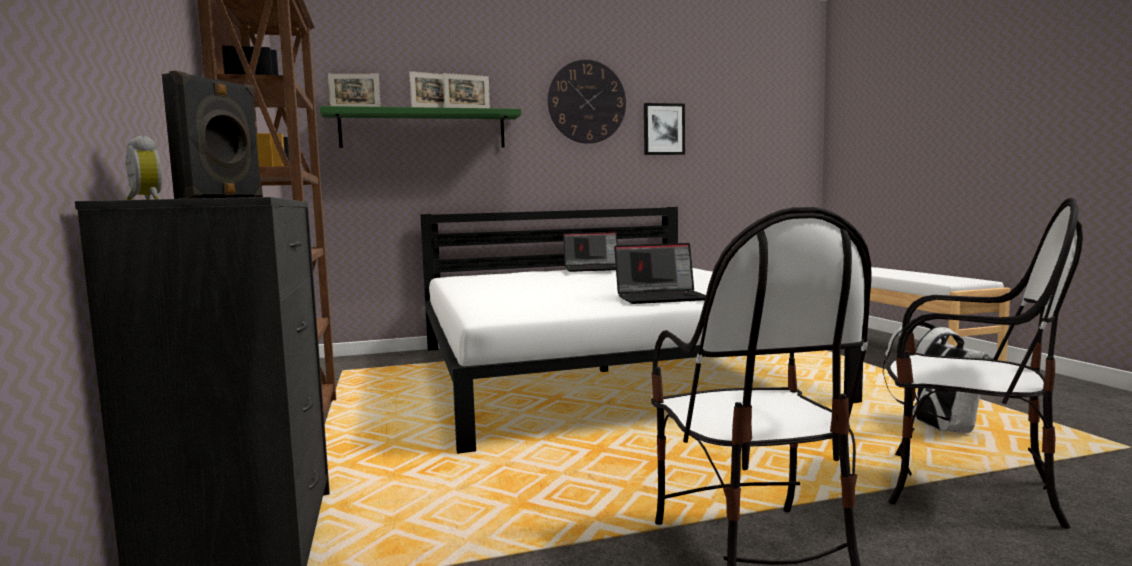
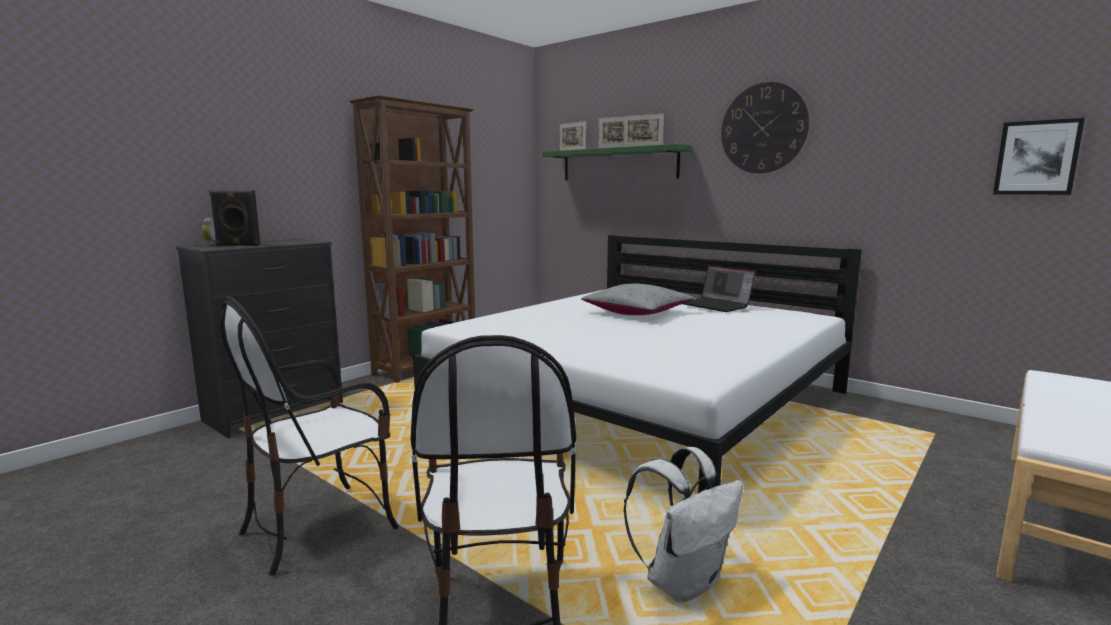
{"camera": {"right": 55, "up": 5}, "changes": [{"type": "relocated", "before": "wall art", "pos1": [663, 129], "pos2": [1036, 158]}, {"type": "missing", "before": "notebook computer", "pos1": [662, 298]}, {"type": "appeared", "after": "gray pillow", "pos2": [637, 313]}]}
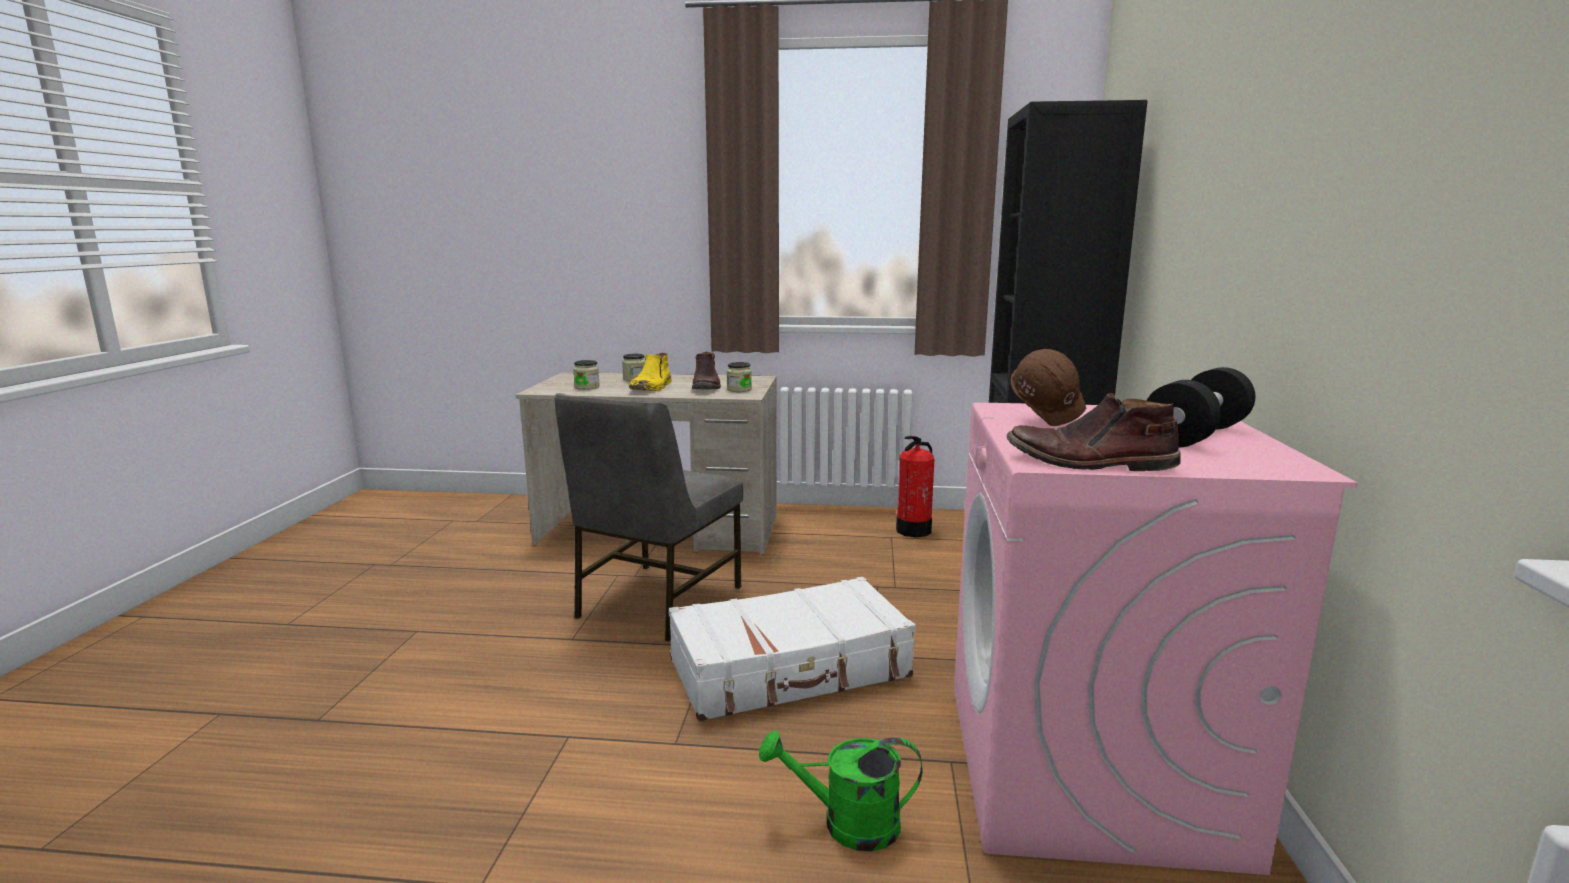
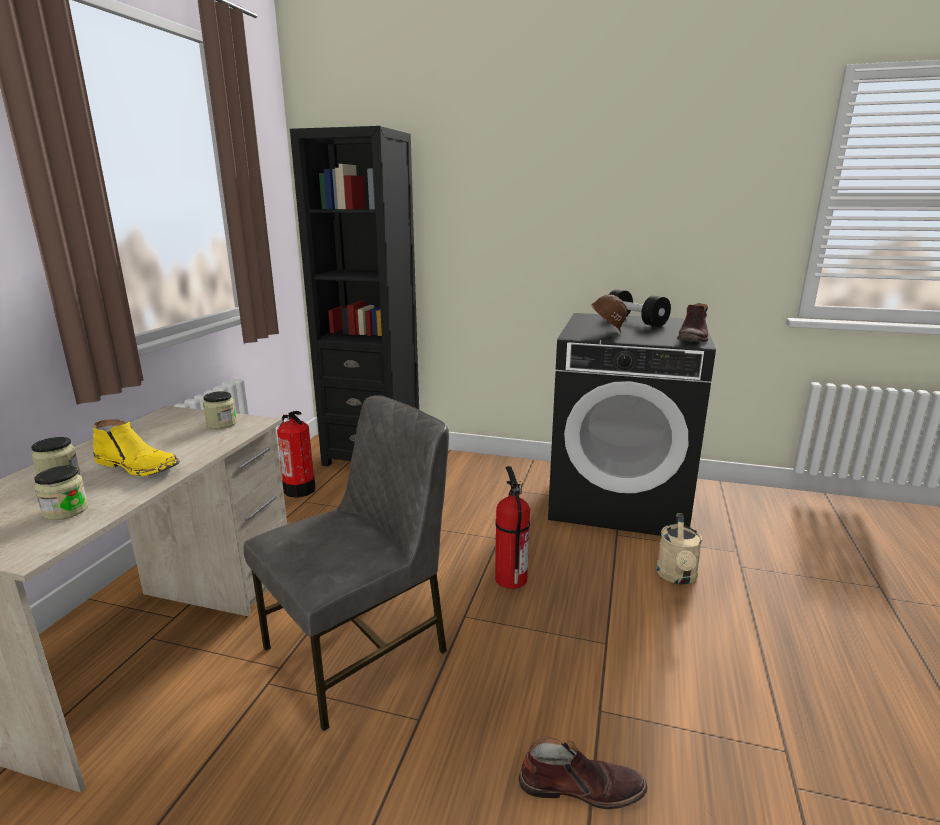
{"camera": {"right": -80, "up": 5}, "changes": [{"type": "relocated", "before": "brownish high-top boot", "pos1": [706, 386], "pos2": [581, 786]}, {"type": "spun", "before": "gray chair", "pos1": [656, 602], "pos2": [360, 650], "turn": -75}, {"type": "colour", "before": "pinkish laundry appliance", "after": "black-coloured laundry appliance", "pos1": [1088, 770], "pos2": [620, 499]}, {"type": "exchanged", "before": "whitish suitcase", "after": "extinguisher", "pos1": [790, 669], "pos2": [510, 578]}, {"type": "colour", "before": "green sprinkling can", "after": "beige sprinkling can", "pos1": [847, 824], "pos2": [677, 577]}]}
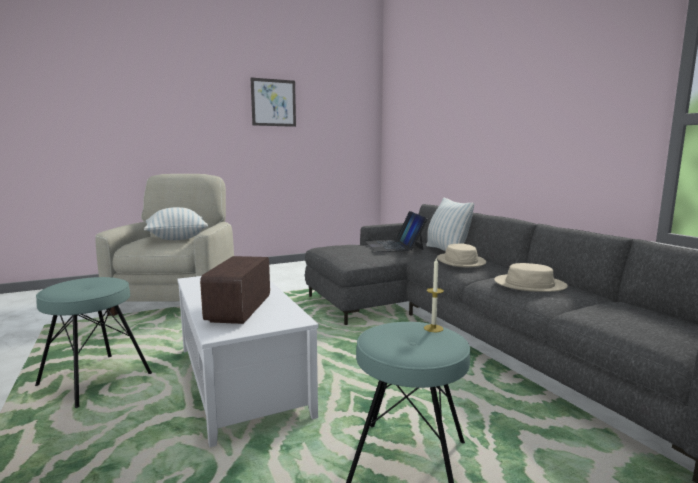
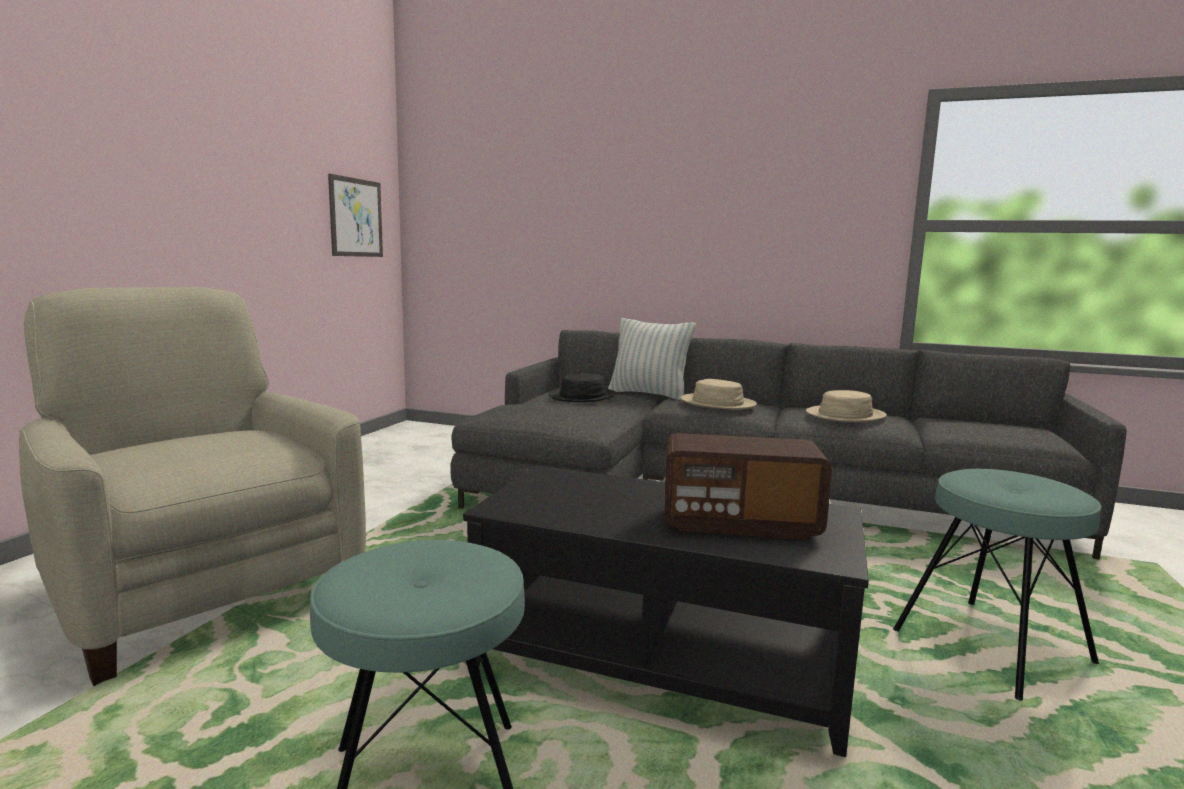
{"camera": {"right": -45, "up": 0}, "changes": [{"type": "relocated", "before": "wall art", "pos1": [273, 102], "pos2": [356, 217]}, {"type": "missing", "before": "pillow", "pos1": [177, 238]}, {"type": "exchanged", "before": "notebook computer", "after": "black-coloured hat", "pos1": [393, 245], "pos2": [582, 396]}, {"type": "spun", "before": "radio", "pos1": [240, 310], "pos2": [739, 524], "turn": -45}, {"type": "missing", "before": "wax light", "pos1": [433, 328]}, {"type": "colour", "before": "whitish low table", "after": "black-coloured low table", "pos1": [243, 380], "pos2": [662, 658]}]}
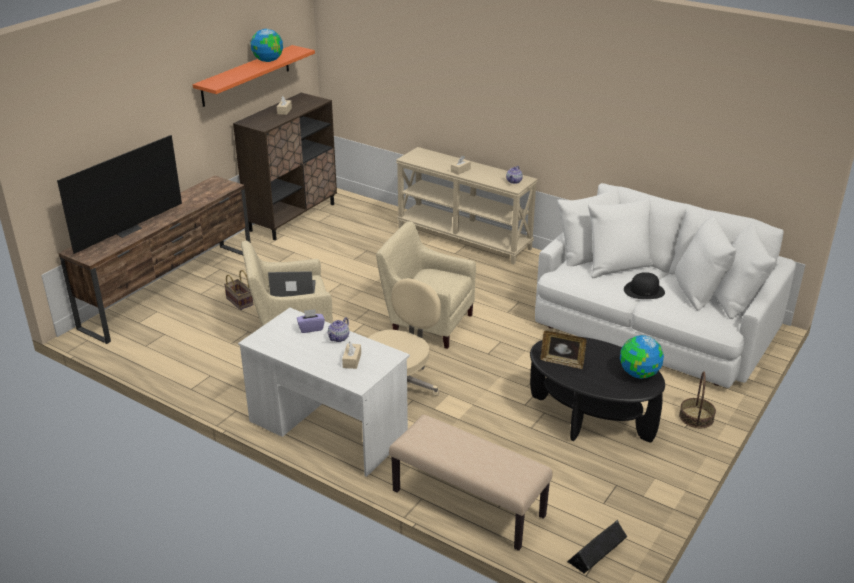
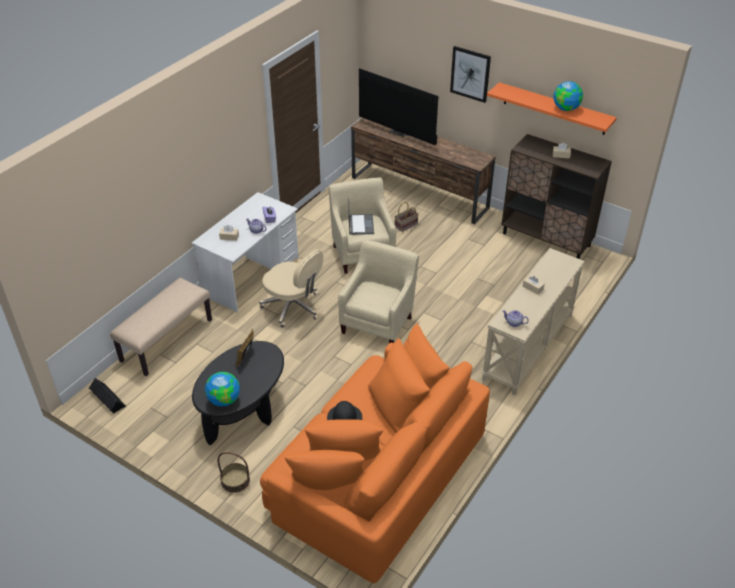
{"camera": {"right": 90, "up": 10}, "changes": [{"type": "colour", "before": "whitish couch", "after": "orangey couch", "pos1": [654, 325], "pos2": [376, 475]}, {"type": "appeared", "after": "wall art", "pos2": [470, 74]}]}
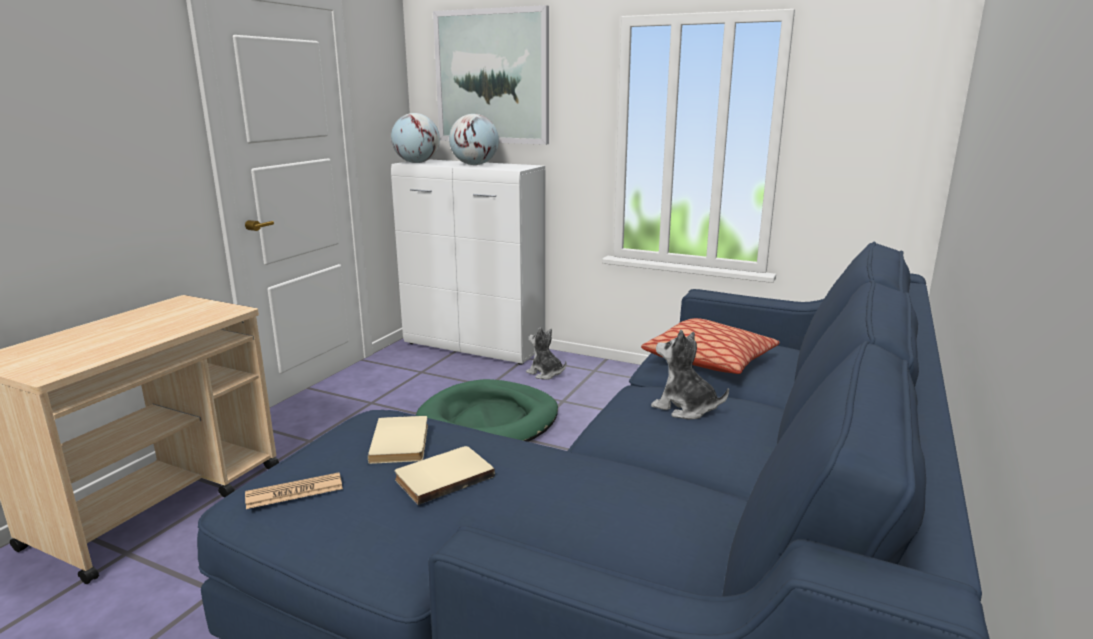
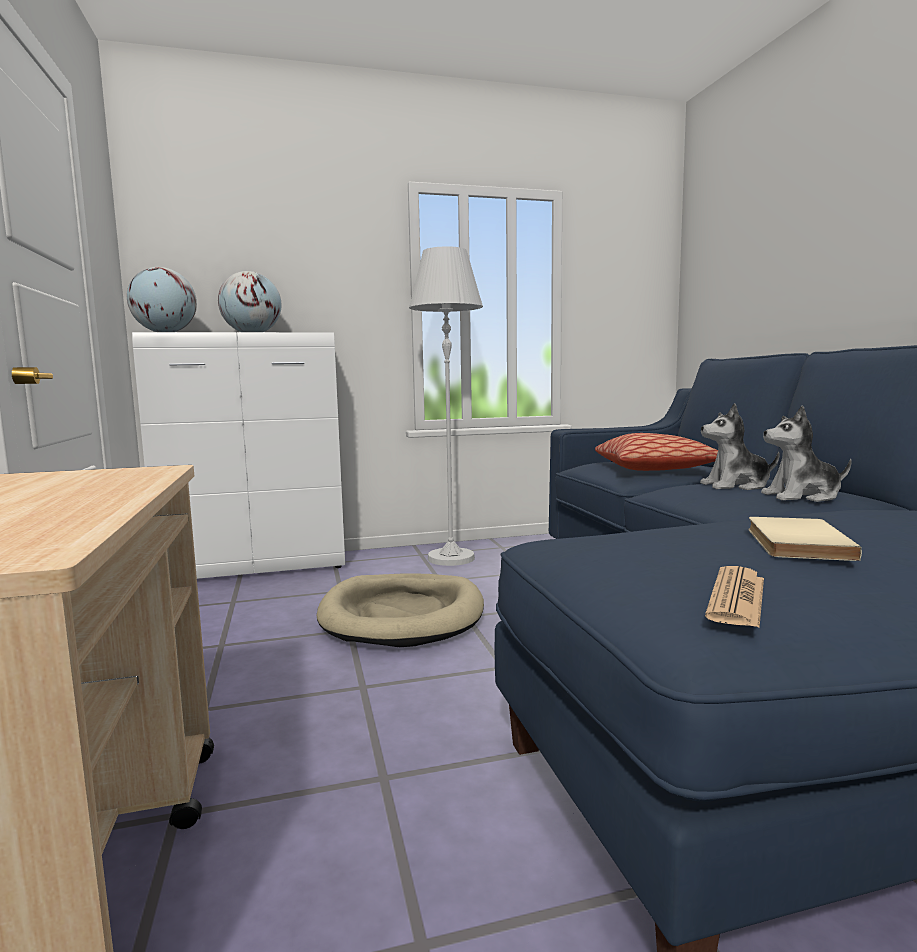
{"camera": {"right": -40, "up": -10}, "changes": [{"type": "missing", "before": "wall art", "pos1": [492, 77]}, {"type": "relocated", "before": "plush toy", "pos1": [545, 373], "pos2": [802, 496]}, {"type": "colour", "before": "green pet bed", "after": "beige pet bed", "pos1": [489, 421], "pos2": [402, 615]}, {"type": "missing", "before": "beige volume", "pos1": [402, 442]}, {"type": "appeared", "after": "whitish standing lamp", "pos2": [451, 558]}]}
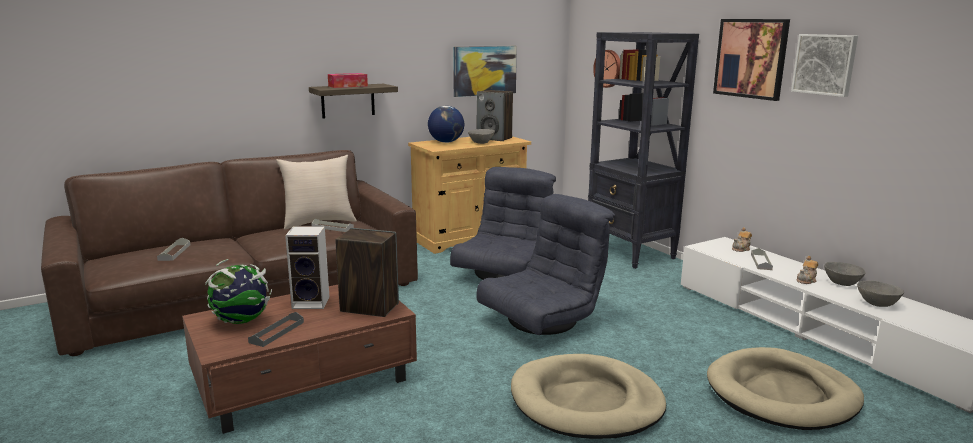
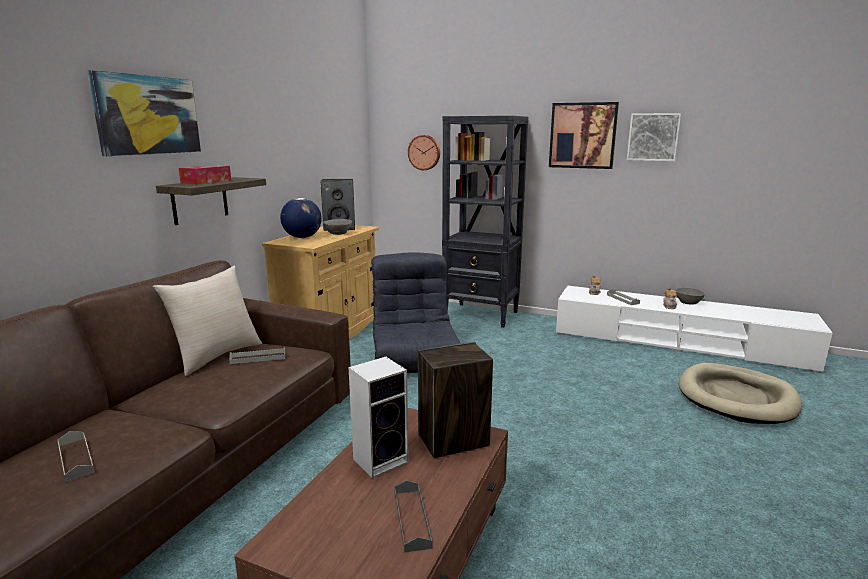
{"camera": {"right": -35, "up": 0}, "changes": [{"type": "relocated", "before": "wall art", "pos1": [484, 70], "pos2": [148, 115]}, {"type": "missing", "before": "gray lounge chair", "pos1": [543, 321]}, {"type": "missing", "before": "desk globe", "pos1": [242, 321]}, {"type": "missing", "before": "gray bowl", "pos1": [877, 303]}, {"type": "missing", "before": "beige pet bed", "pos1": [586, 402]}]}
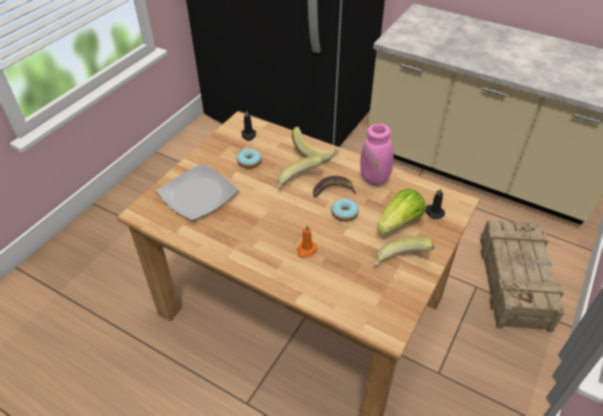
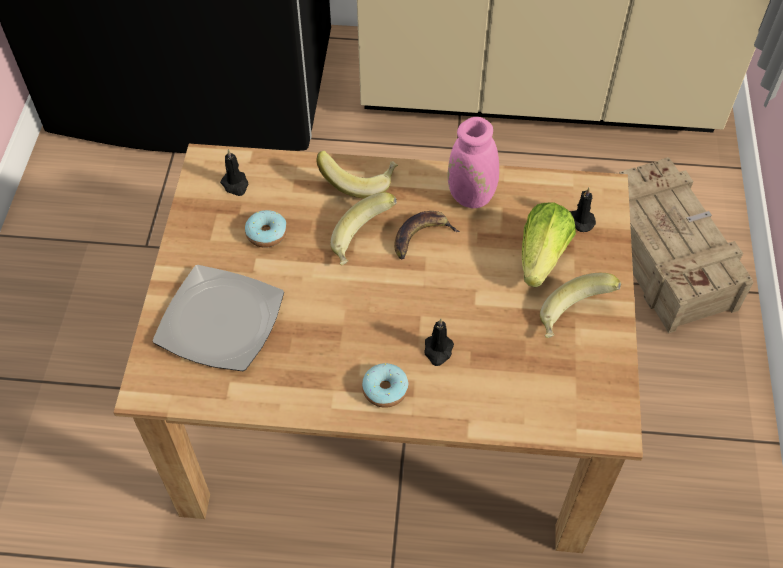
{"camera": {"right": -25, "up": 10}, "changes": [{"type": "relocated", "before": "doughnut", "pos1": [344, 213], "pos2": [385, 389]}, {"type": "colour", "before": "orangey wax light", "after": "black-coloured wax light", "pos1": [306, 250], "pos2": [438, 351]}]}
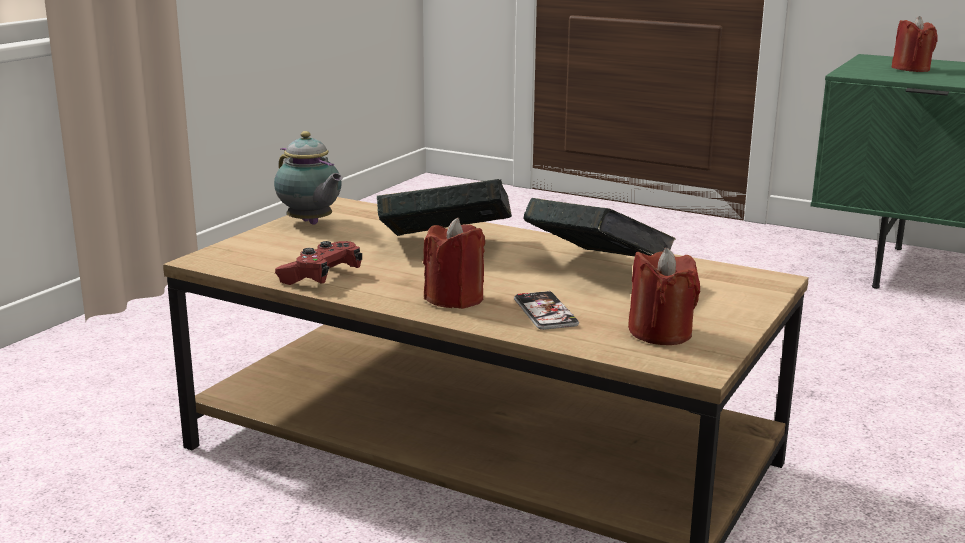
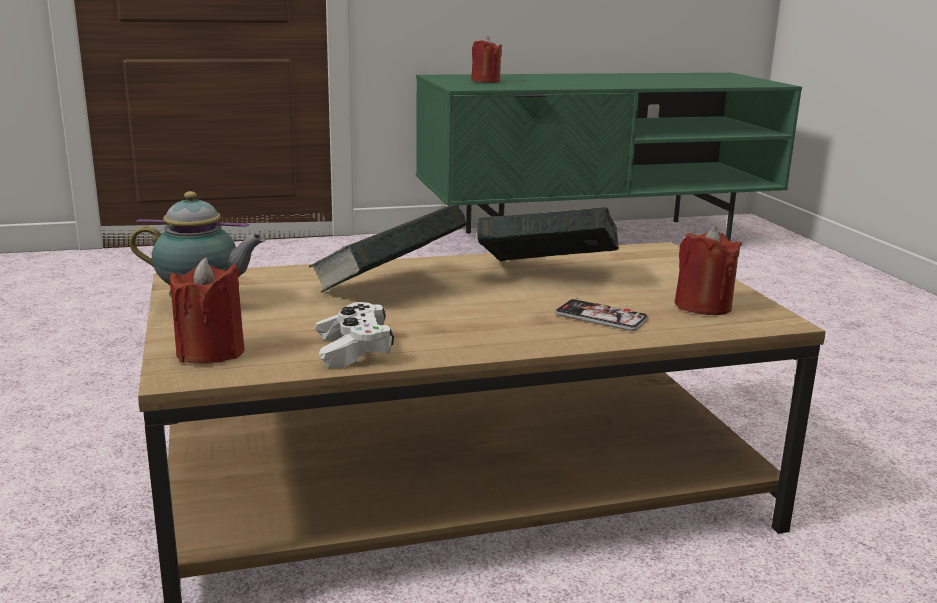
{"camera": {"right": -45, "up": 0}, "changes": [{"type": "relocated", "before": "red wax light", "pos1": [455, 299], "pos2": [210, 352]}, {"type": "colour", "before": "red game controller", "after": "whitish game controller", "pos1": [321, 277], "pos2": [354, 350]}]}
